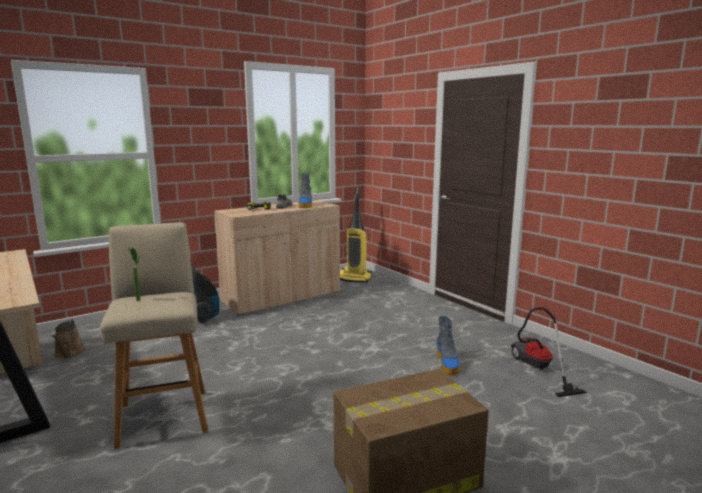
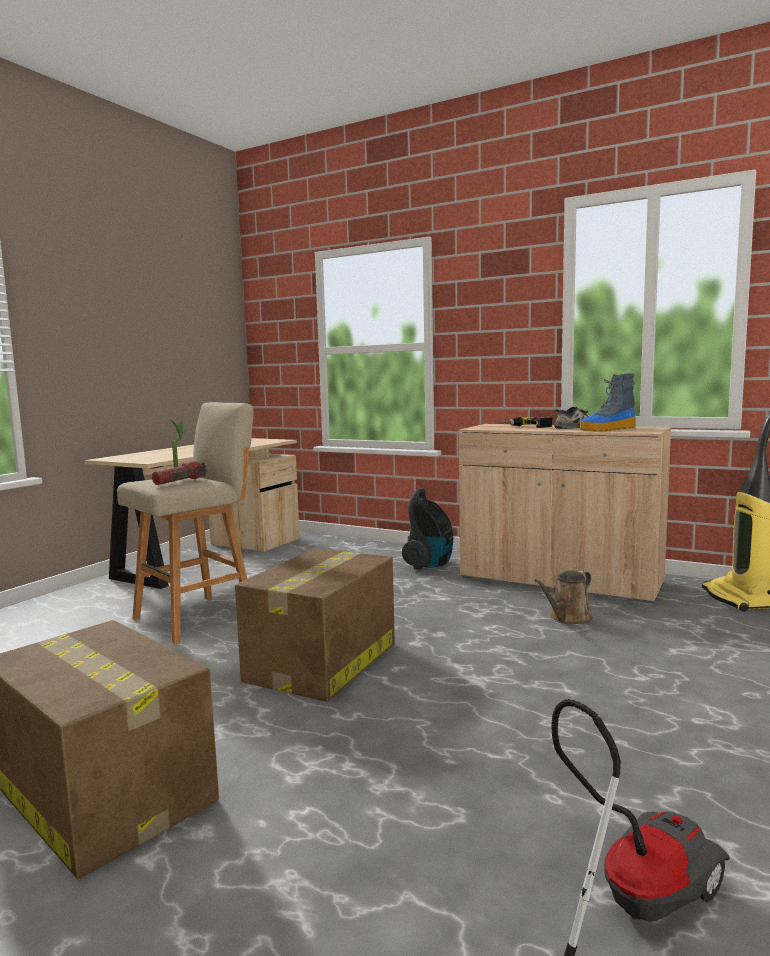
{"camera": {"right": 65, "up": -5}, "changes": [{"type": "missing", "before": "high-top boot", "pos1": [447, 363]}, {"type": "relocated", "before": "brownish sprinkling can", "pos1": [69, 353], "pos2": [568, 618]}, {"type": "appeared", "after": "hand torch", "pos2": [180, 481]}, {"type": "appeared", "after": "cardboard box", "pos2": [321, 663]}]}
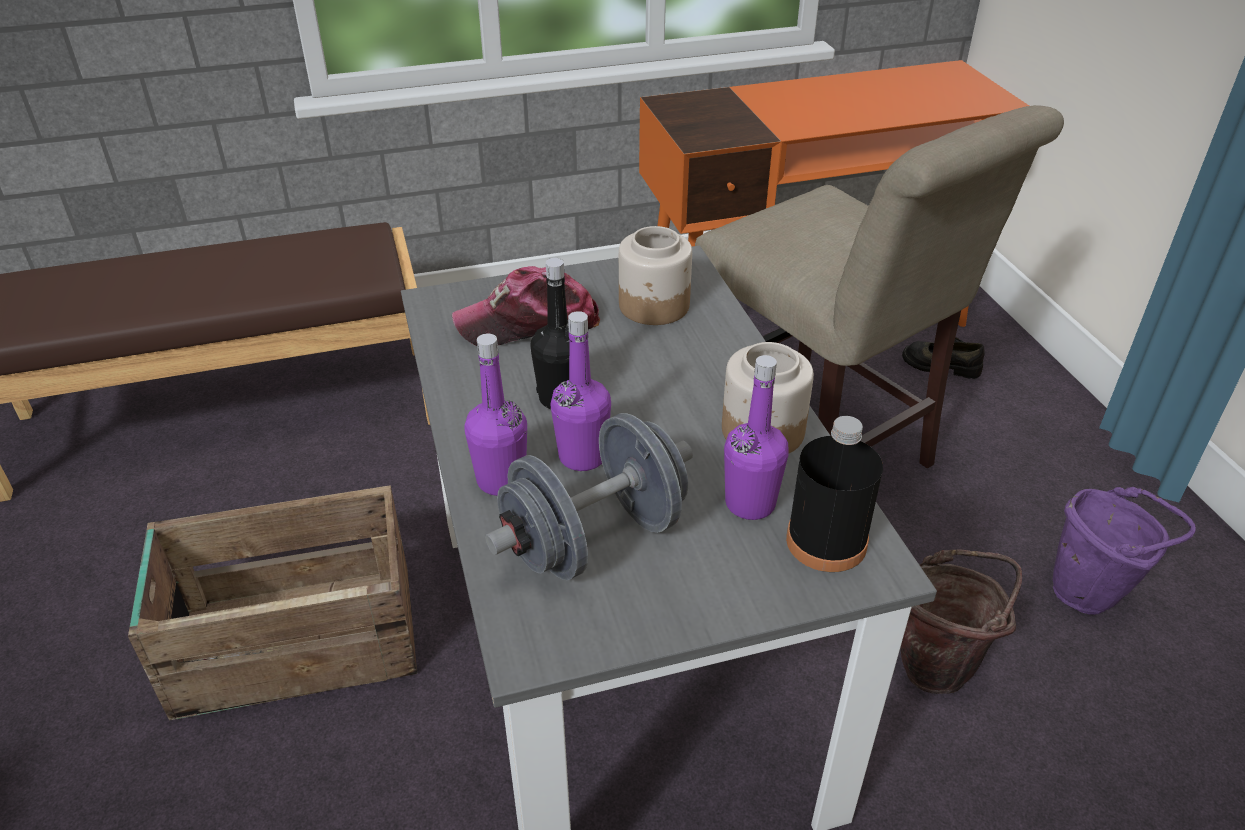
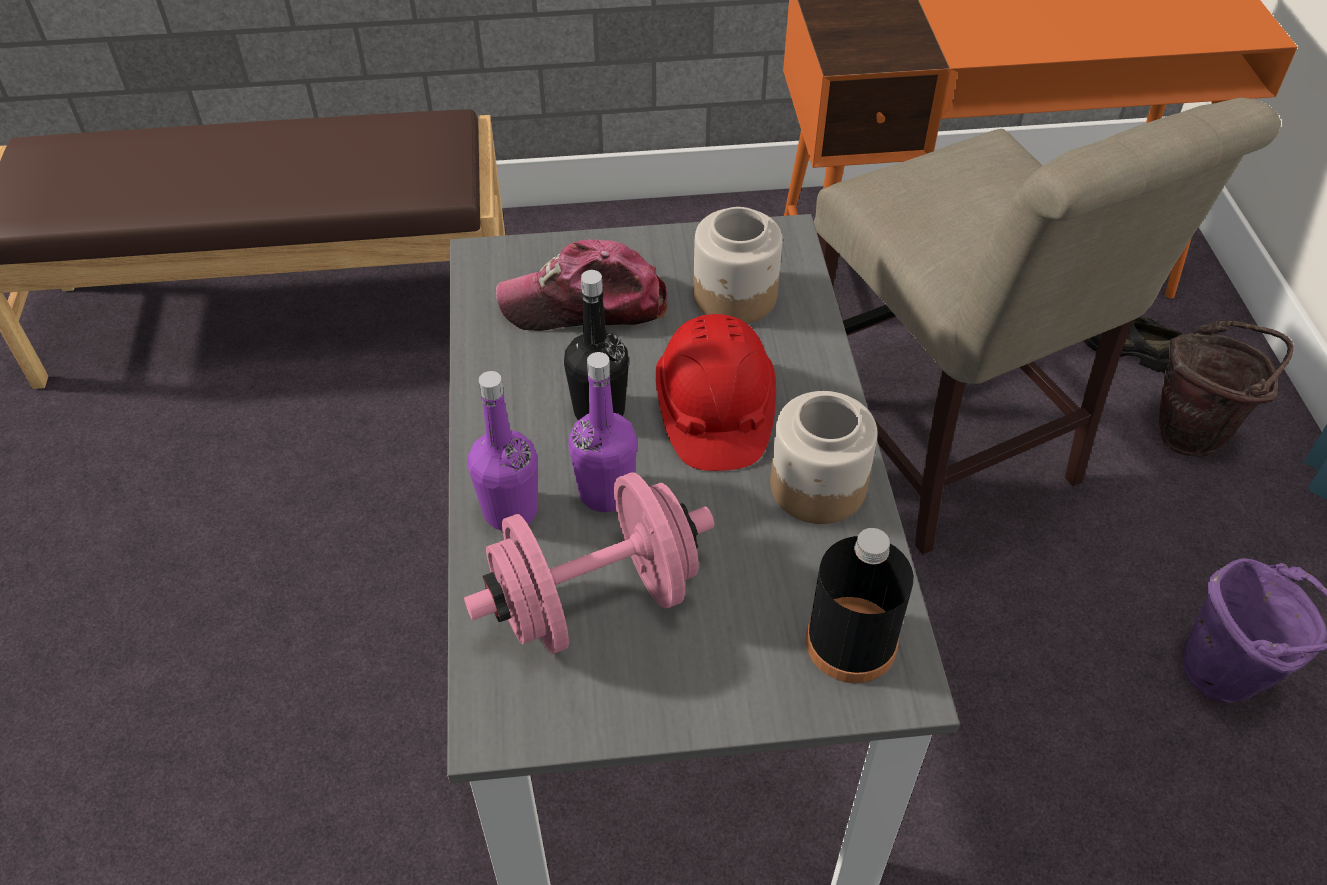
{"camera": {"right": 10, "up": 10}, "changes": [{"type": "missing", "before": "purple-coloured beverage bottle", "pos1": [750, 503]}, {"type": "colour", "before": "gray free weight", "after": "pinkish free weight", "pos1": [594, 539], "pos2": [595, 600]}, {"type": "missing", "before": "packing crate", "pos1": [293, 640]}, {"type": "relocated", "before": "brownish pail", "pos1": [939, 665], "pos2": [1194, 433]}, {"type": "appeared", "after": "red safety helmet", "pos2": [714, 412]}]}
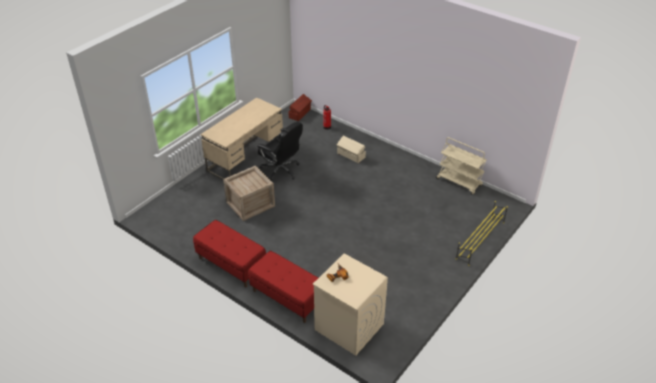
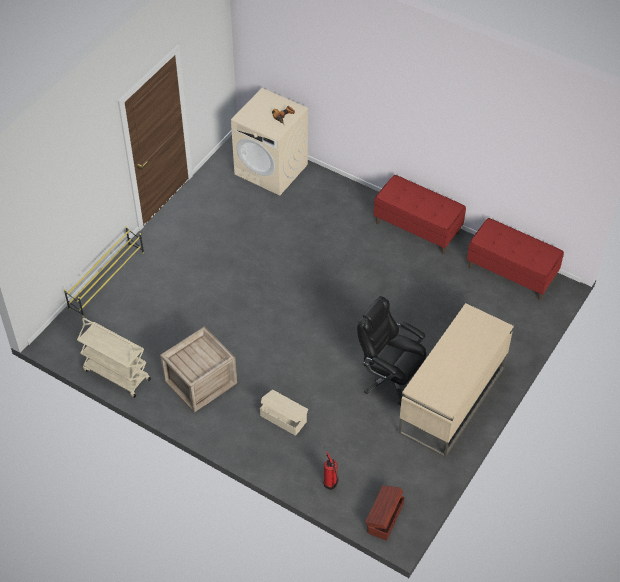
{"camera": {"right": 175, "up": 10}, "changes": [{"type": "relocated", "before": "packing crate", "pos1": [251, 204], "pos2": [199, 382]}, {"type": "relocated", "before": "red bench", "pos1": [287, 297], "pos2": [512, 272]}]}
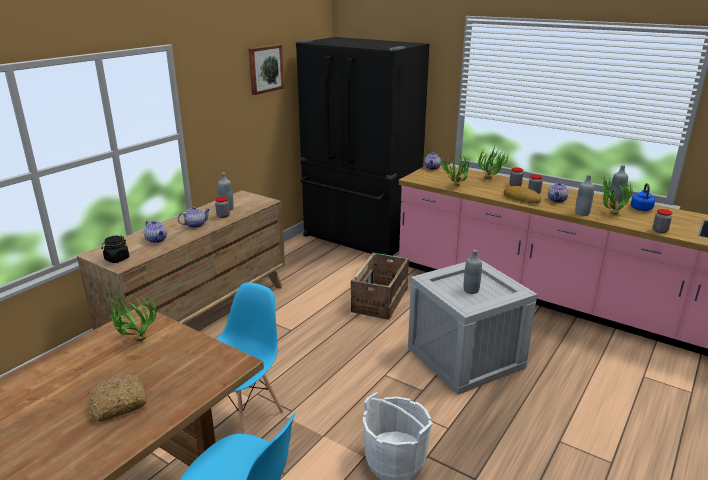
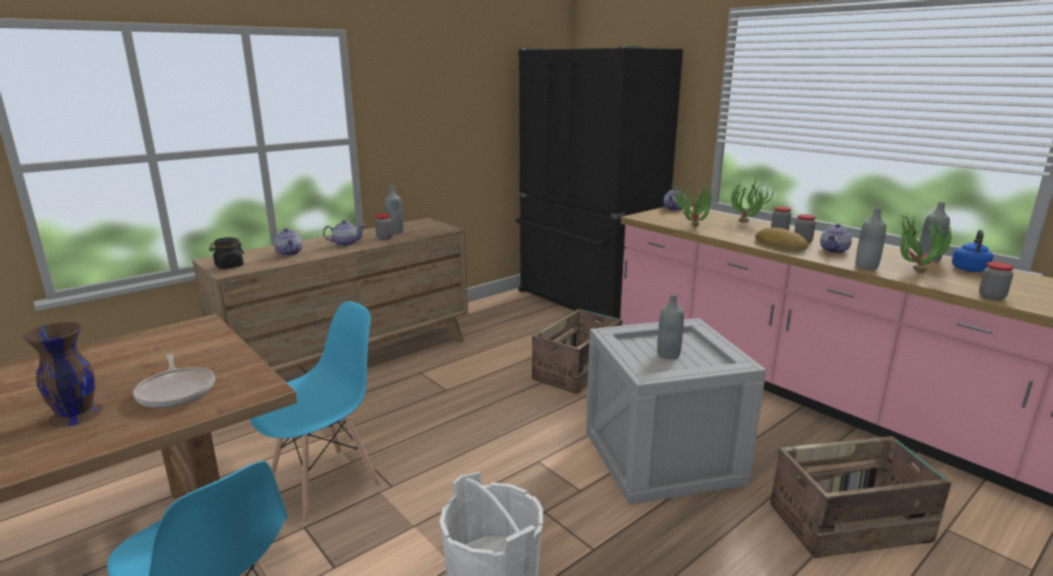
{"camera": {"right": 15, "up": -5}, "changes": [{"type": "missing", "before": "wall art", "pos1": [265, 69]}, {"type": "missing", "before": "plant in a pot", "pos1": [134, 342]}, {"type": "exchanged", "before": "bakery bread", "after": "brownish decorative vase", "pos1": [118, 404], "pos2": [75, 414]}, {"type": "appeared", "after": "skillet", "pos2": [177, 391]}, {"type": "appeared", "after": "packing crate", "pos2": [851, 523]}]}
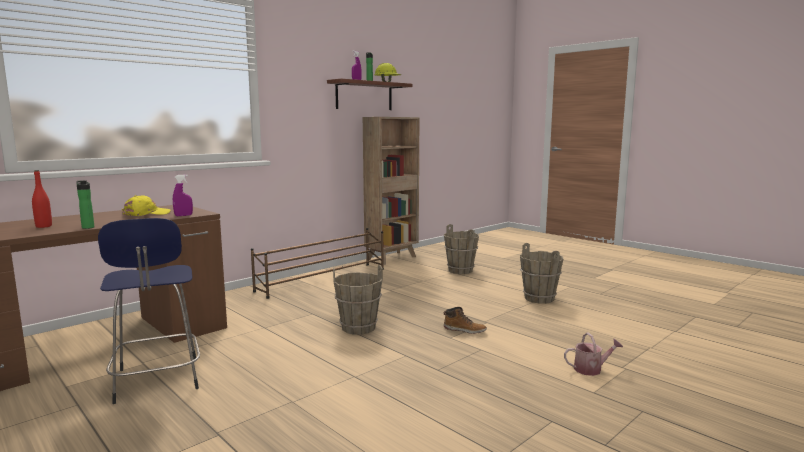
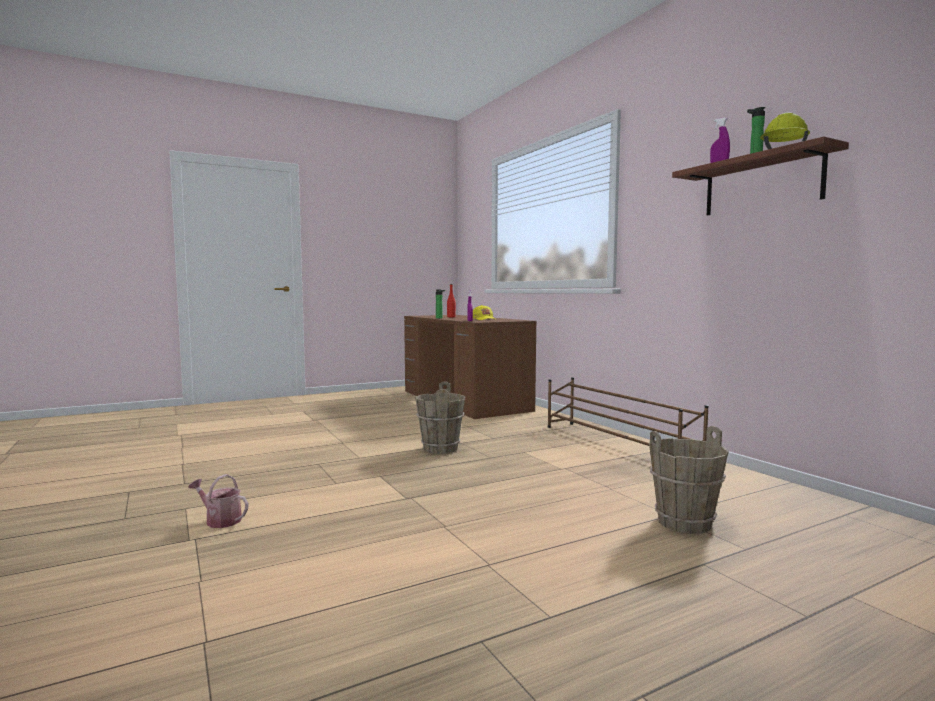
{"camera": {"right": 105, "up": -5}, "changes": [{"type": "missing", "before": "brownish shelving unit", "pos1": [392, 258]}, {"type": "missing", "before": "bluish sitting stool", "pos1": [157, 381]}, {"type": "missing", "before": "brownish pail", "pos1": [539, 298]}, {"type": "missing", "before": "high-top boot", "pos1": [465, 330]}, {"type": "spun", "before": "sprinkling can", "pos1": [591, 369], "pos2": [220, 520], "turn": 105}]}
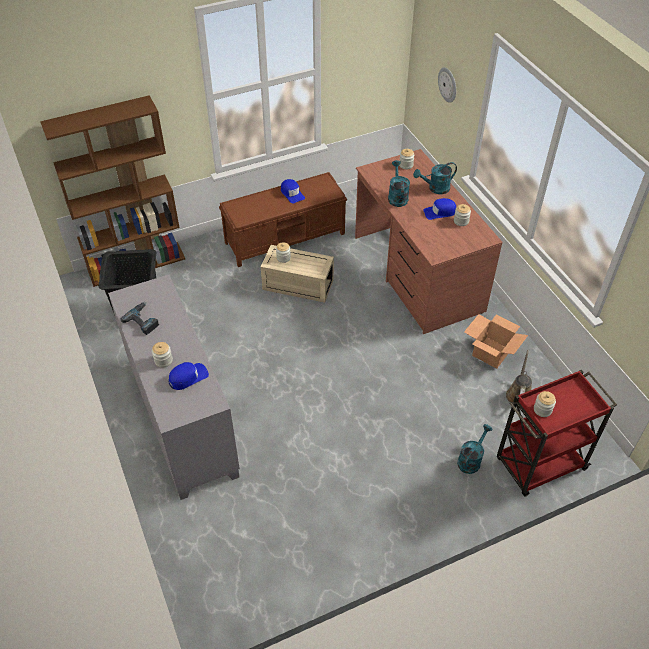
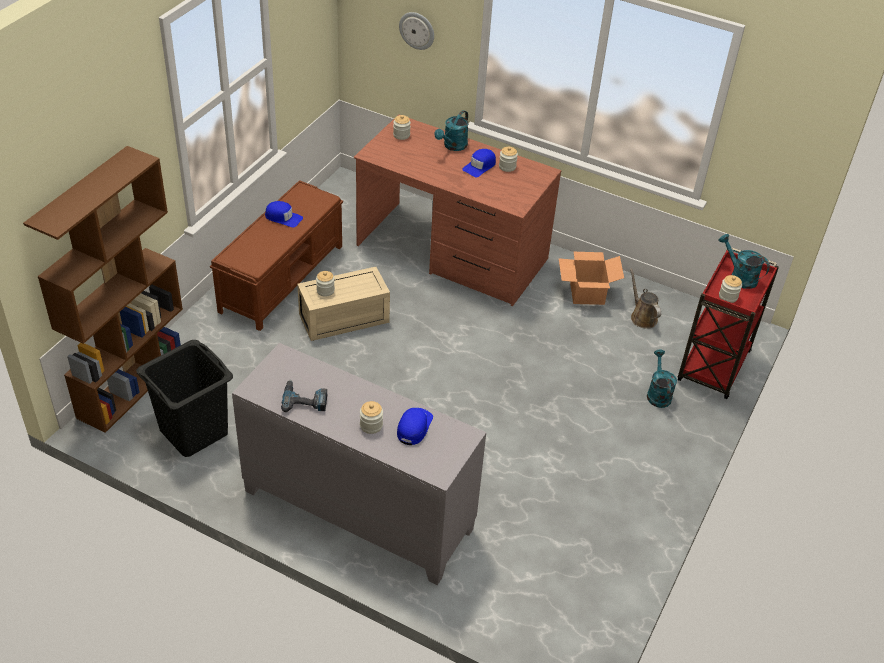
{"camera": {"right": -40, "up": -5}, "changes": [{"type": "relocated", "before": "turquoise-coloured sprinkling can", "pos1": [397, 196], "pos2": [739, 276]}]}
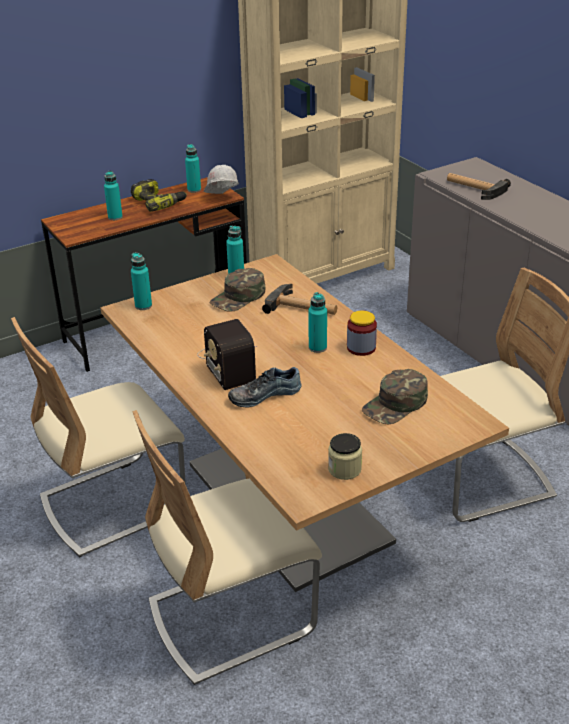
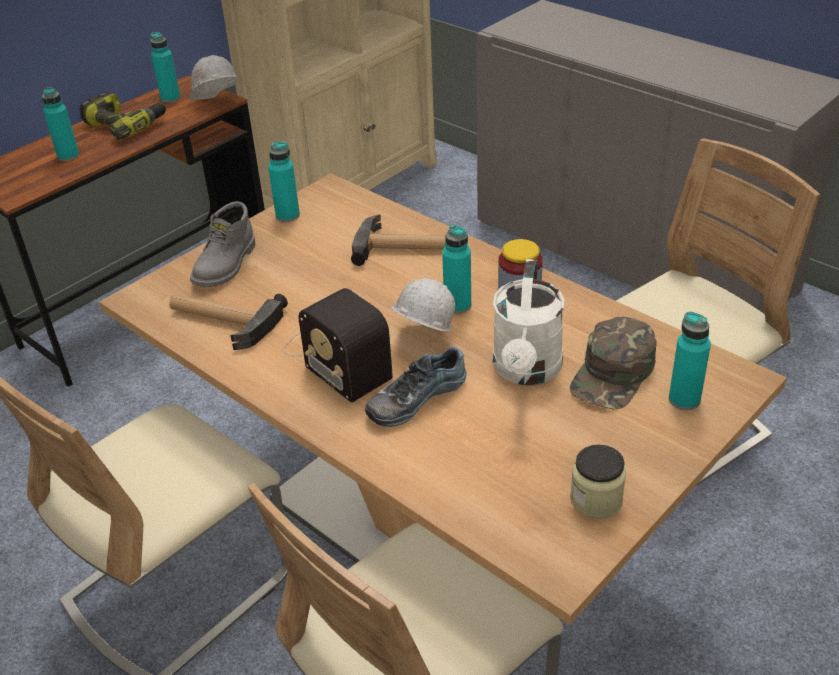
{"camera": {"right": -15, "up": 5}, "changes": [{"type": "relocated", "before": "tool hammer", "pos1": [474, 188], "pos2": [222, 320]}, {"type": "relocated", "before": "turquoise-coloured beverage bottle", "pos1": [143, 306], "pos2": [684, 400]}, {"type": "missing", "before": "green cap", "pos1": [238, 297]}, {"type": "appeared", "after": "gray high-top boot", "pos2": [226, 265]}, {"type": "appeared", "after": "whitish sprinkling can", "pos2": [526, 371]}, {"type": "appeared", "after": "whitish safety helmet", "pos2": [423, 341]}]}
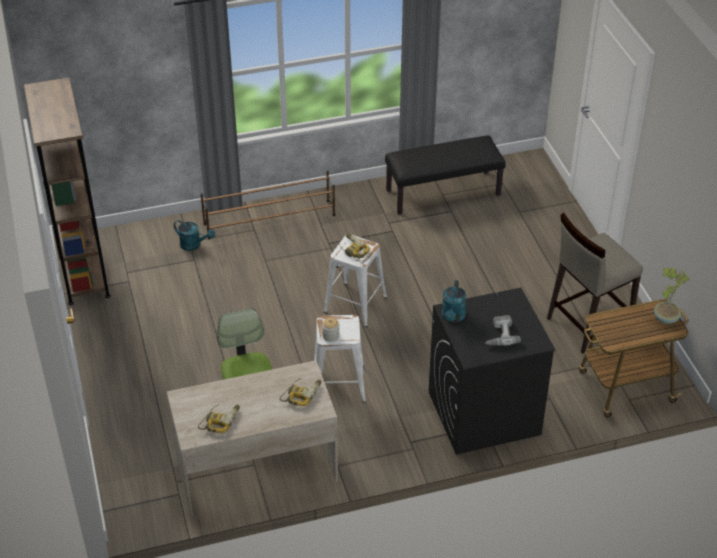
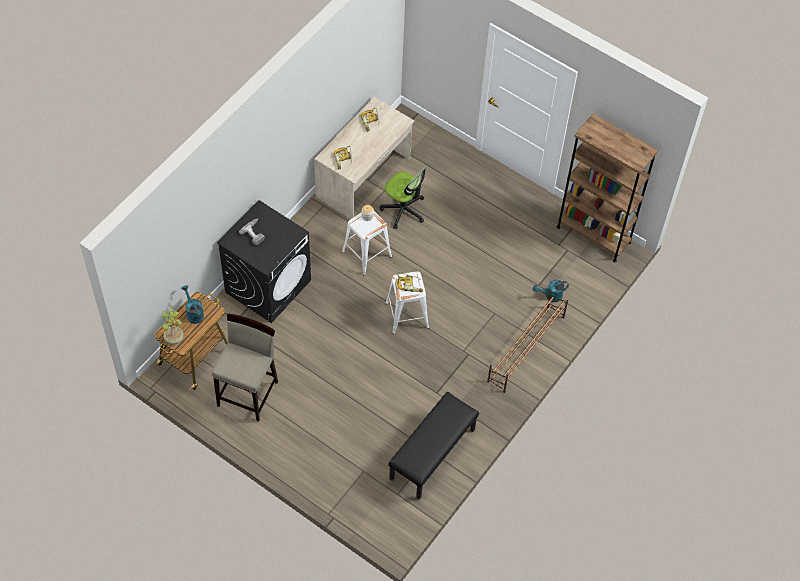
{"camera": {"right": 140, "up": 15}, "changes": [{"type": "relocated", "before": "turquoise-coloured sprinkling can", "pos1": [453, 317], "pos2": [193, 313]}]}
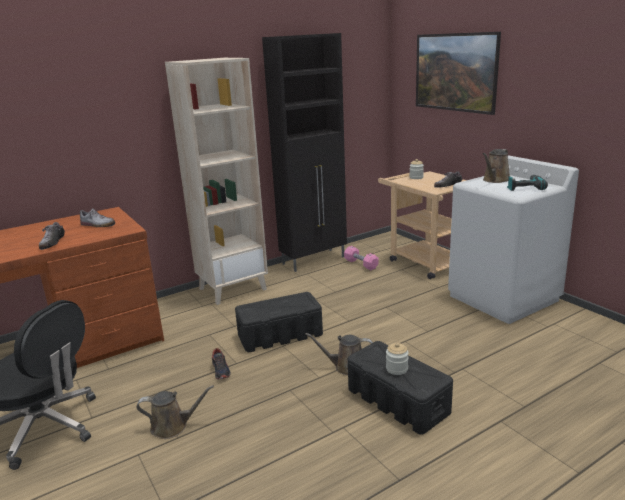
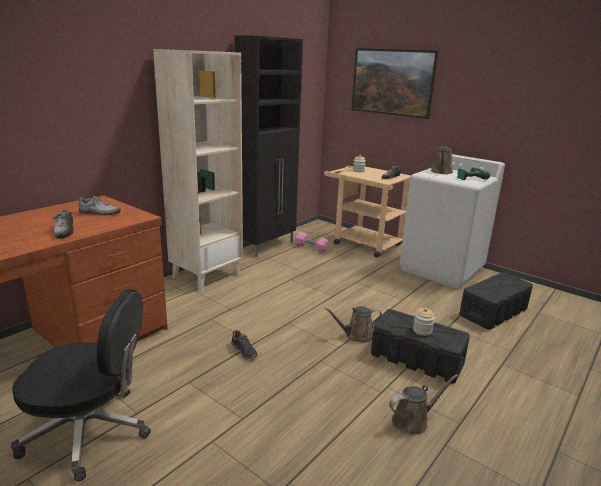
{"camera": {"right": -20, "up": 0}, "changes": [{"type": "relocated", "before": "black-coloured storage box", "pos1": [280, 335], "pos2": [493, 312]}, {"type": "relocated", "before": "brownish sprinkling can", "pos1": [173, 426], "pos2": [413, 421]}]}
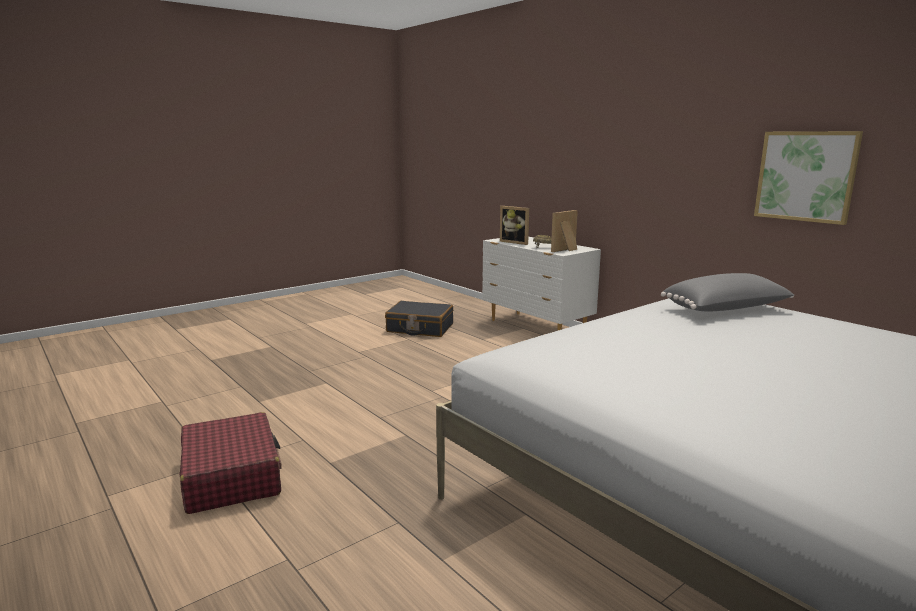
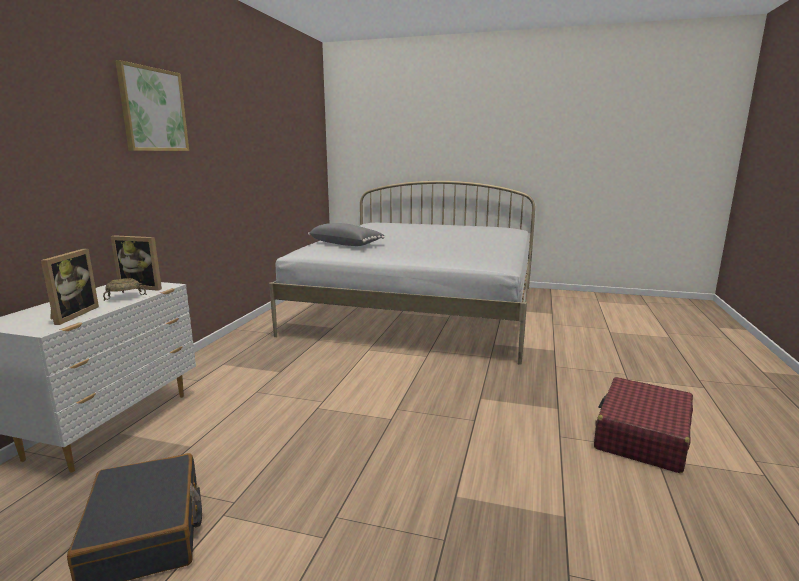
{"camera": {"right": -125, "up": 0}, "changes": [{"type": "relocated", "before": "wall art", "pos1": [806, 176], "pos2": [153, 110]}]}
